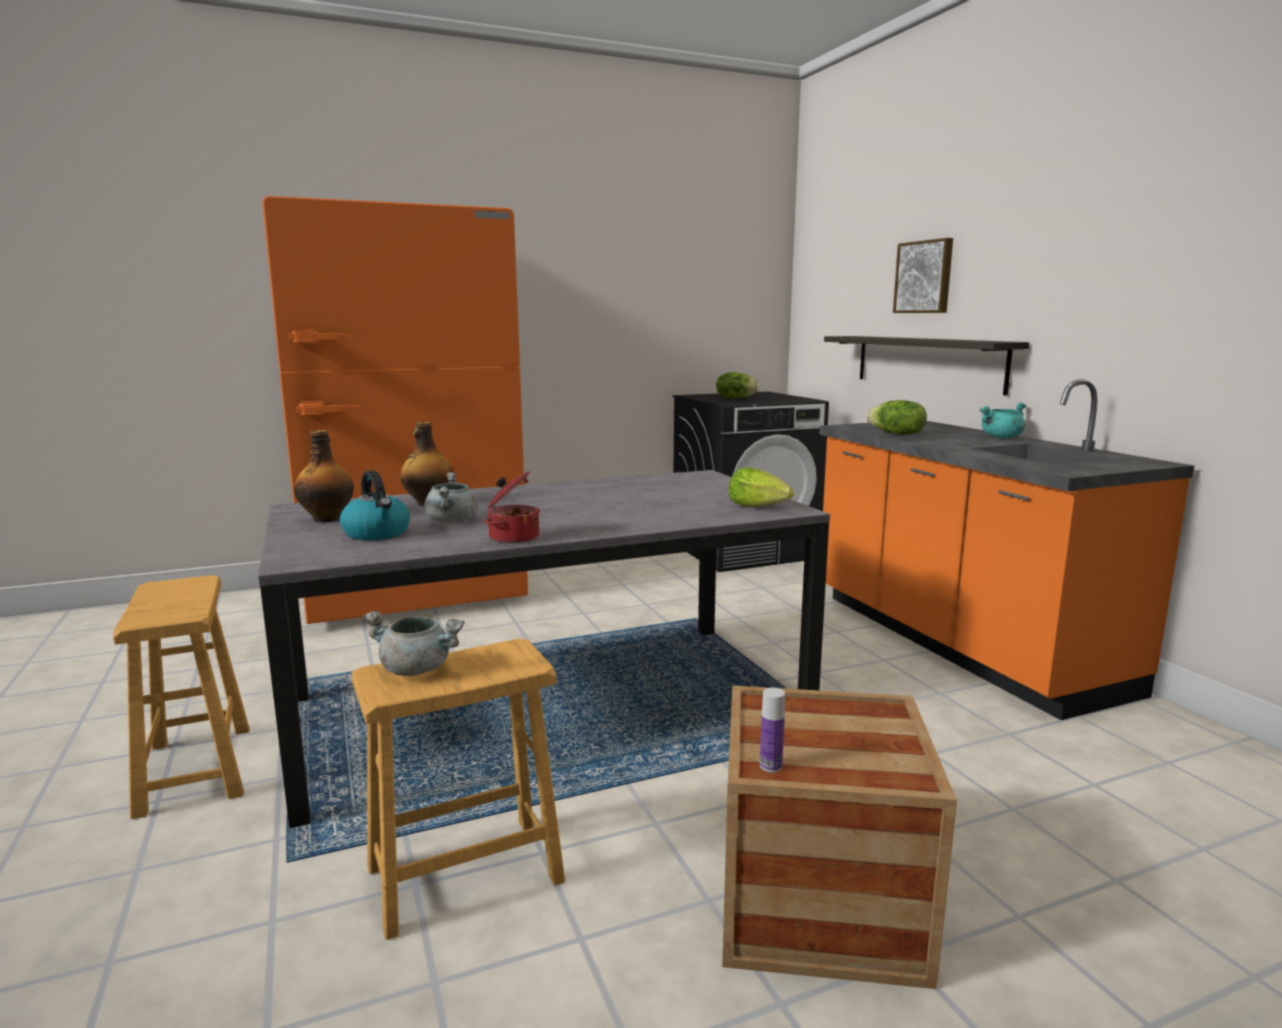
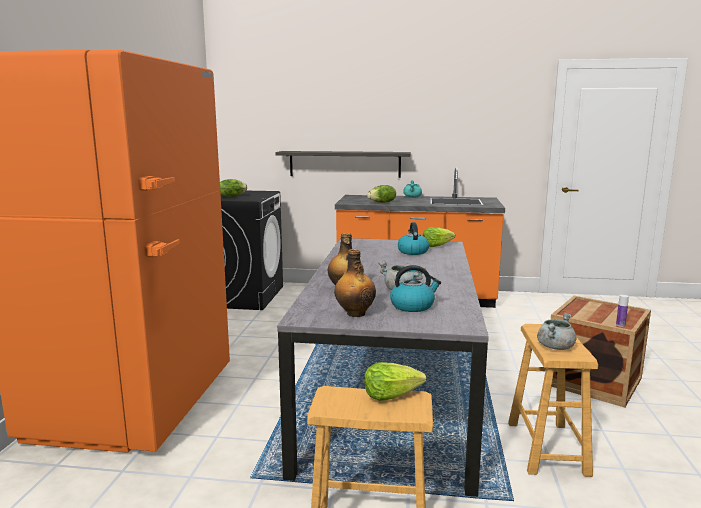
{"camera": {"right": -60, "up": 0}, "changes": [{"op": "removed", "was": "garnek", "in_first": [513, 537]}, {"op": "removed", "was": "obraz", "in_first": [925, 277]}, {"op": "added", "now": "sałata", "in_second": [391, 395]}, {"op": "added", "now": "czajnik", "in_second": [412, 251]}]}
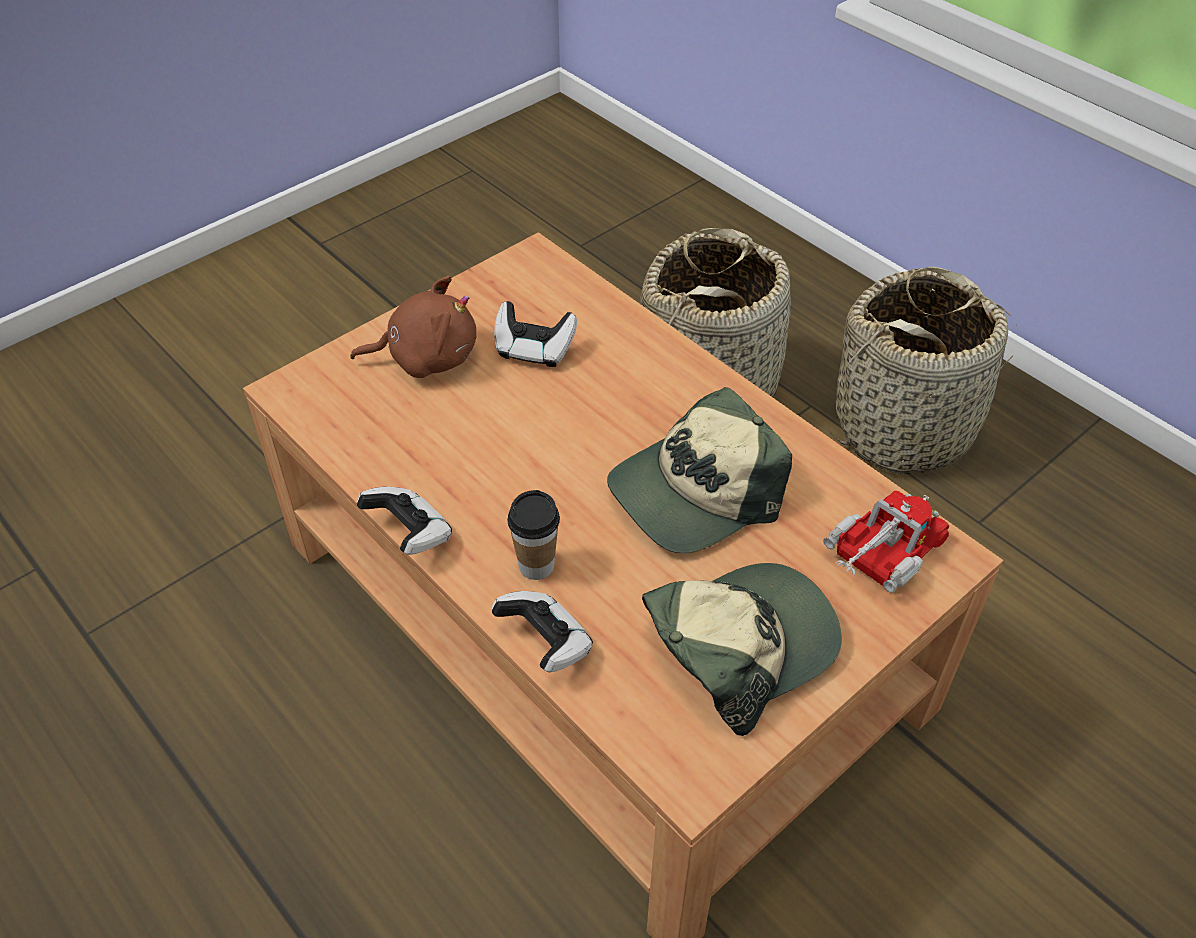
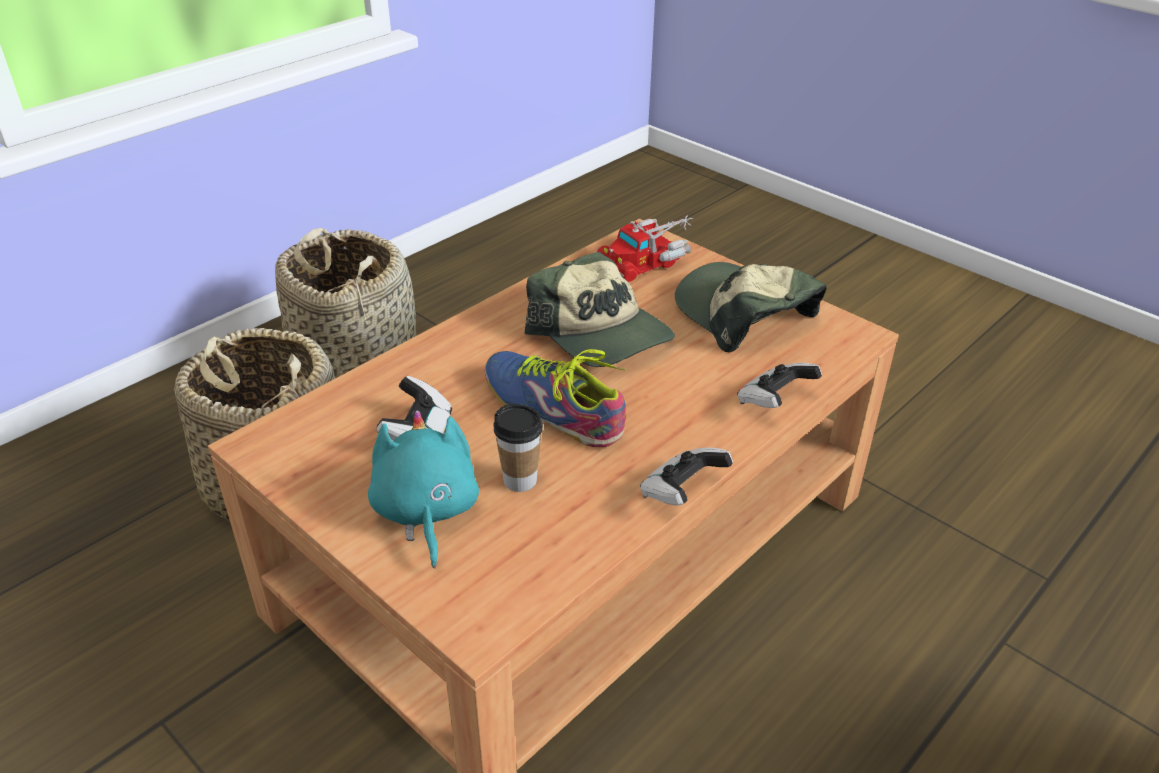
{"camera": {"right": -95, "up": -10}, "changes": [{"op": "added", "now": "but", "in_second": [552, 409]}, {"op": "moved", "was": "filiżanka", "in_first": [536, 566], "in_second": [520, 480]}, {"op": "recoloured", "was": "pluszak [brązowy]", "now": "pluszak [turkusowy]", "in_first": [426, 357], "in_second": [425, 512]}, {"op": "turned", "was": "ciężarówka zabawkowa", "in_first": [879, 557], "in_second": [648, 259], "clockwise": -75}]}
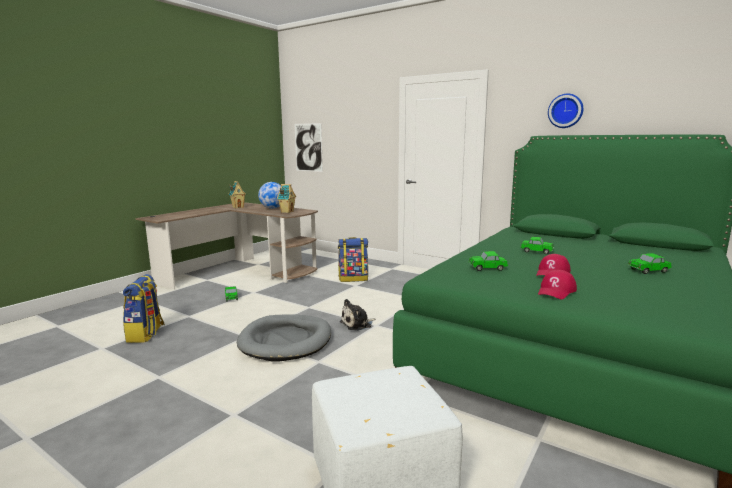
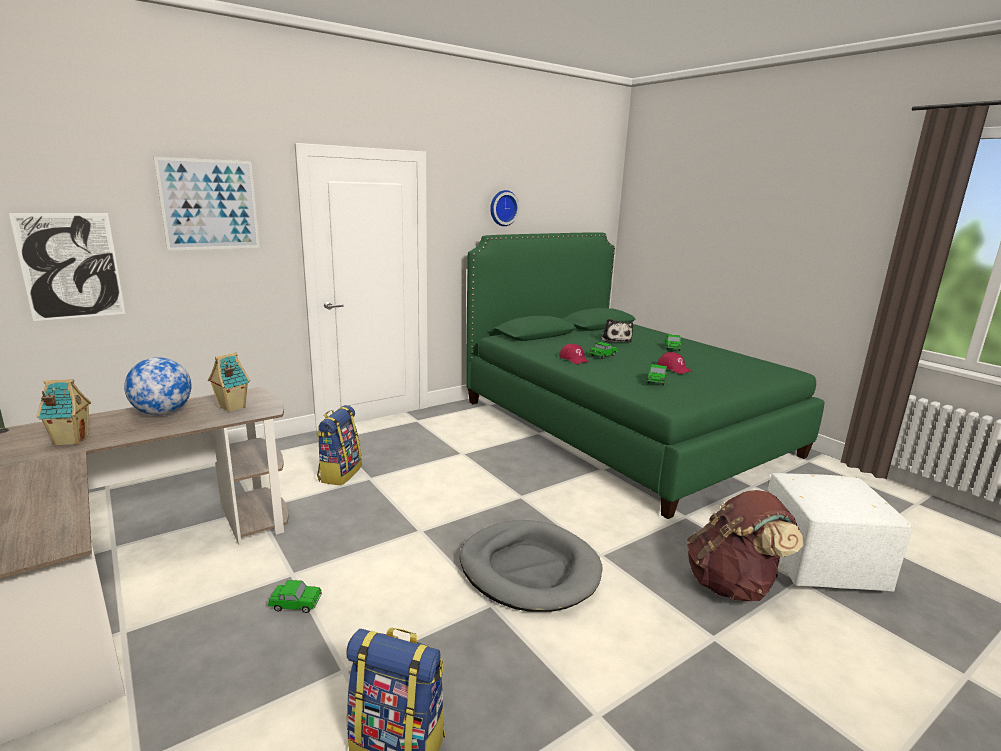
{"camera": {"right": -70, "up": 5}, "changes": [{"op": "added", "now": "obraz", "in_second": [209, 205]}, {"op": "added", "now": "plecak [brązowy]", "in_second": [732, 584]}, {"op": "moved", "was": "pluszak", "in_first": [357, 324], "in_second": [615, 340]}, {"op": "moved", "was": "czapka z daszkiem [czerwony]", "in_first": [556, 291], "in_second": [574, 359]}]}
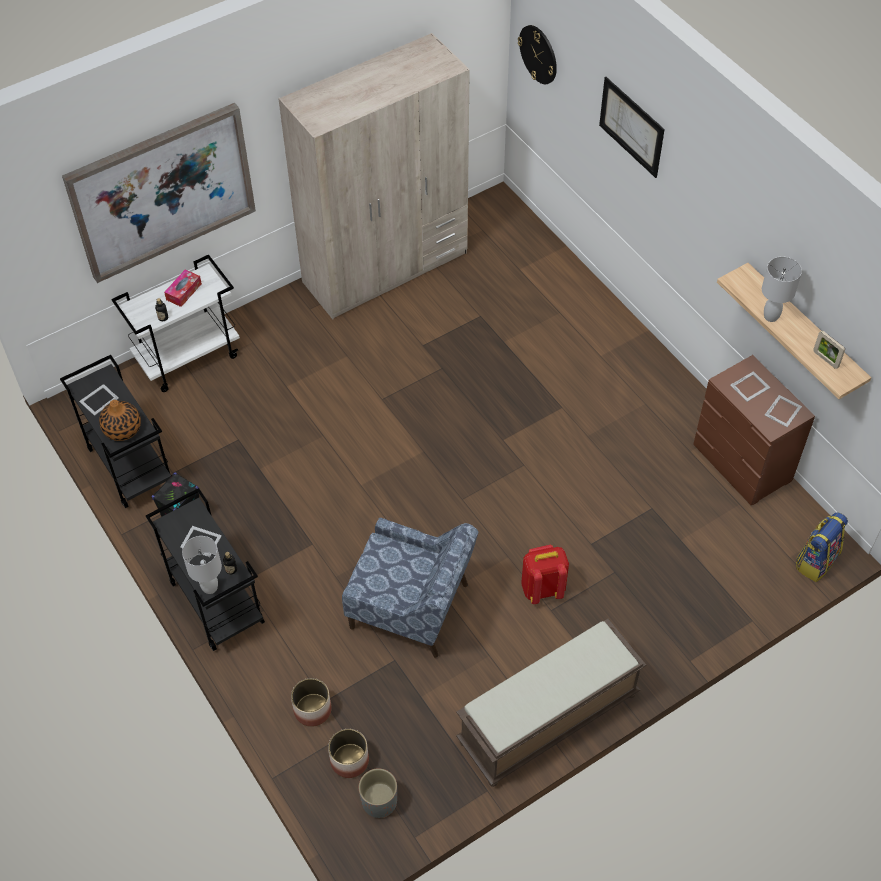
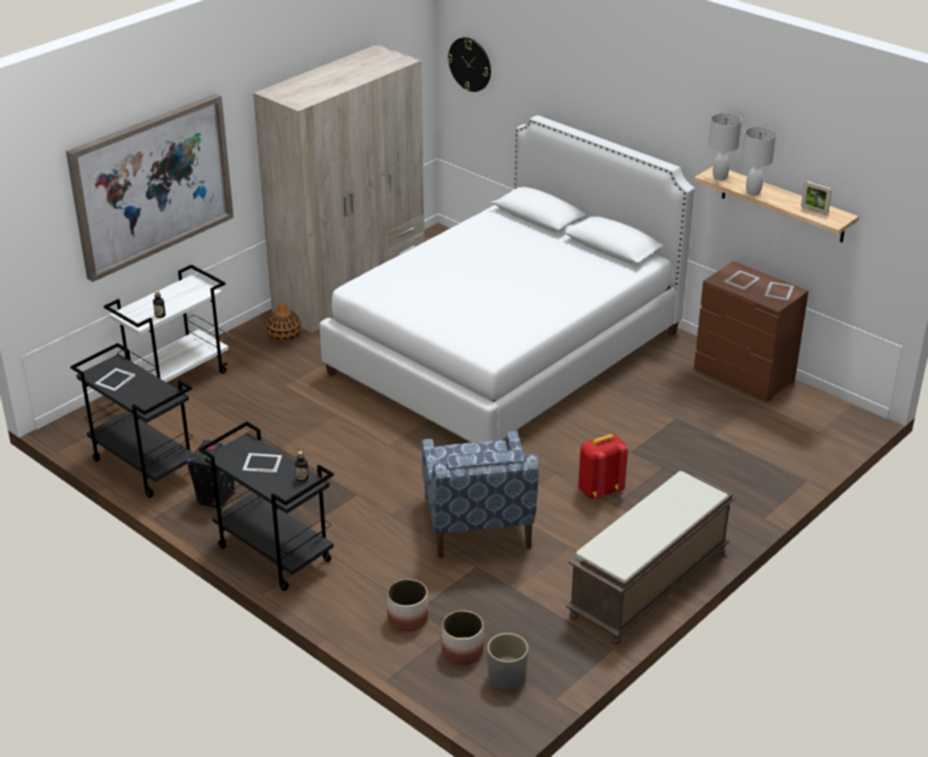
{"camera": {"right": -15, "up": -20}, "changes": [{"op": "removed", "was": "pudełko chusteczek", "in_first": [184, 292]}, {"op": "removed", "was": "obraz", "in_first": [631, 127]}, {"op": "removed", "was": "plecak", "in_first": [816, 561]}, {"op": "added", "now": "łóżko [biały]", "in_second": [505, 353]}, {"op": "moved", "was": "wazon", "in_first": [122, 429], "in_second": [284, 336]}, {"op": "moved", "was": "lampa stołowa [biały]", "in_first": [209, 587], "in_second": [719, 177]}, {"op": "turned", "was": "fotel [niebieski]", "in_first": [411, 607], "in_second": [477, 525], "clockwise": 75}]}
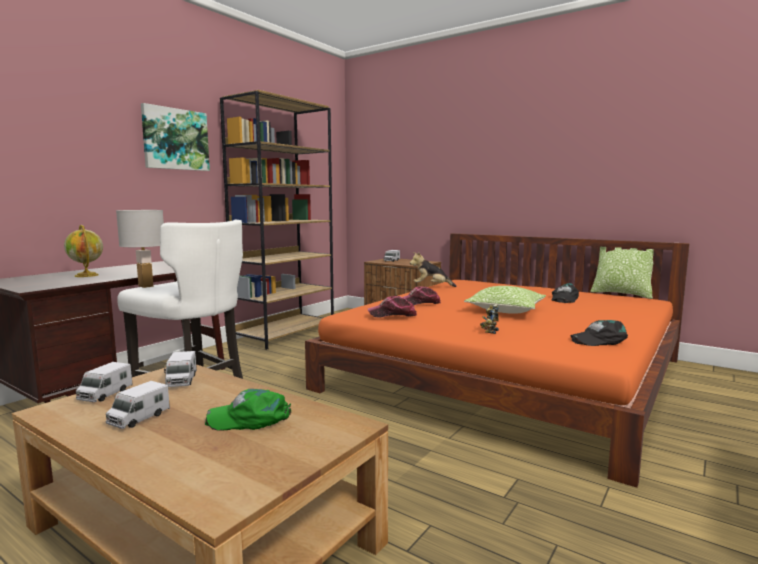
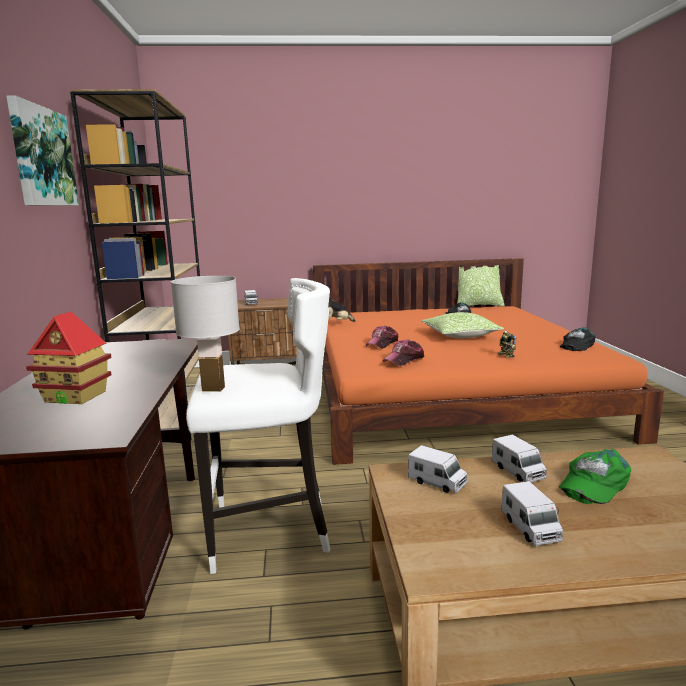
{"camera": {"right": -40, "up": 5}, "changes": [{"op": "moved", "was": "ciężarówka zabawkowa", "in_first": [105, 394], "in_second": [518, 471]}, {"op": "replaced", "was": "globus", "now": "domek", "in_first": [87, 275], "in_second": [76, 396]}]}
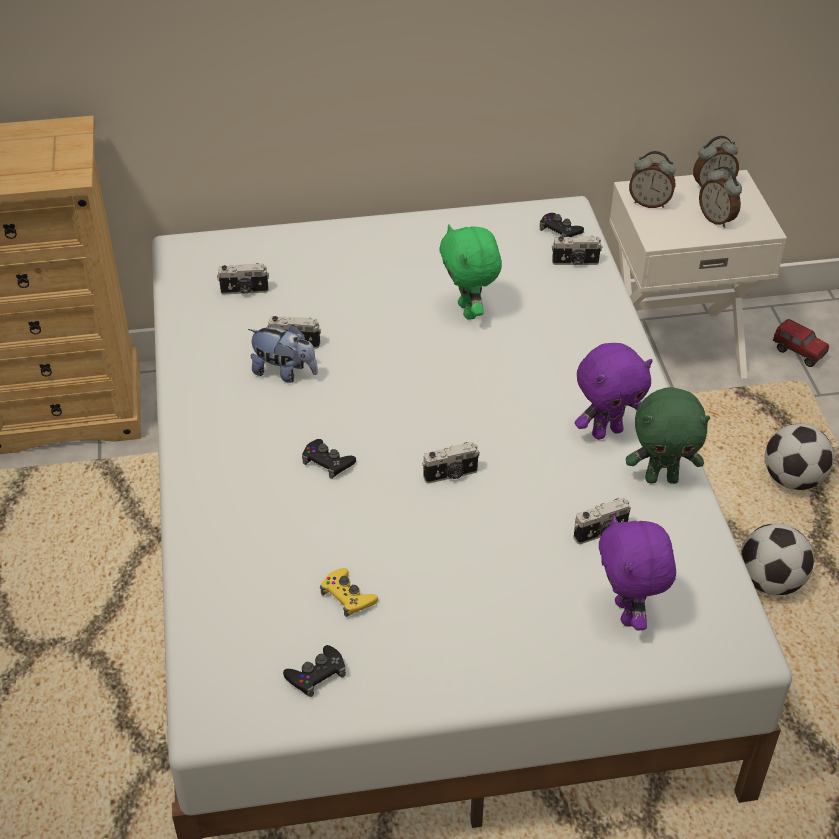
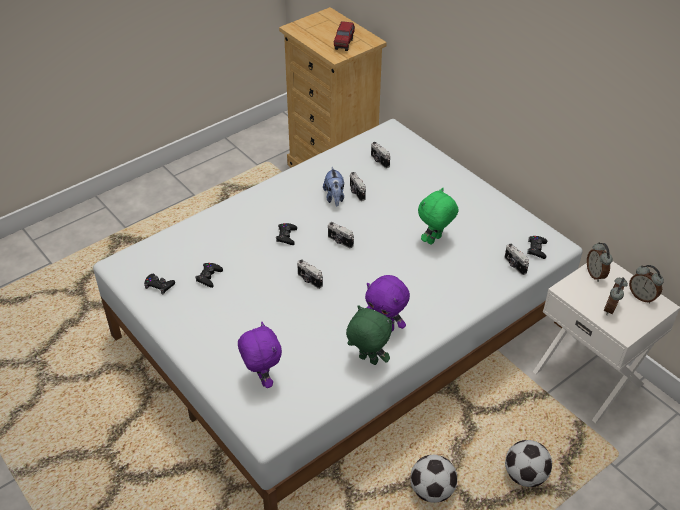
{"camera": {"right": 60, "up": 0}, "changes": [{"op": "moved", "was": "aparat fotograficzny", "in_first": [601, 533], "in_second": [340, 241]}, {"op": "moved", "was": "ciężarówka zabawkowa", "in_first": [798, 353], "in_second": [344, 44]}, {"op": "recoloured", "was": "pad do gier [żółty]", "now": "pad do gier [czarny]", "in_first": [348, 596], "in_second": [209, 277]}, {"op": "turned", "was": "pluszak [fioletowy]", "in_first": [628, 613], "in_second": [261, 379], "clockwise": 105}, {"op": "turned", "was": "pluszak [zielony]", "in_first": [662, 478], "in_second": [367, 360], "clockwise": 150}]}
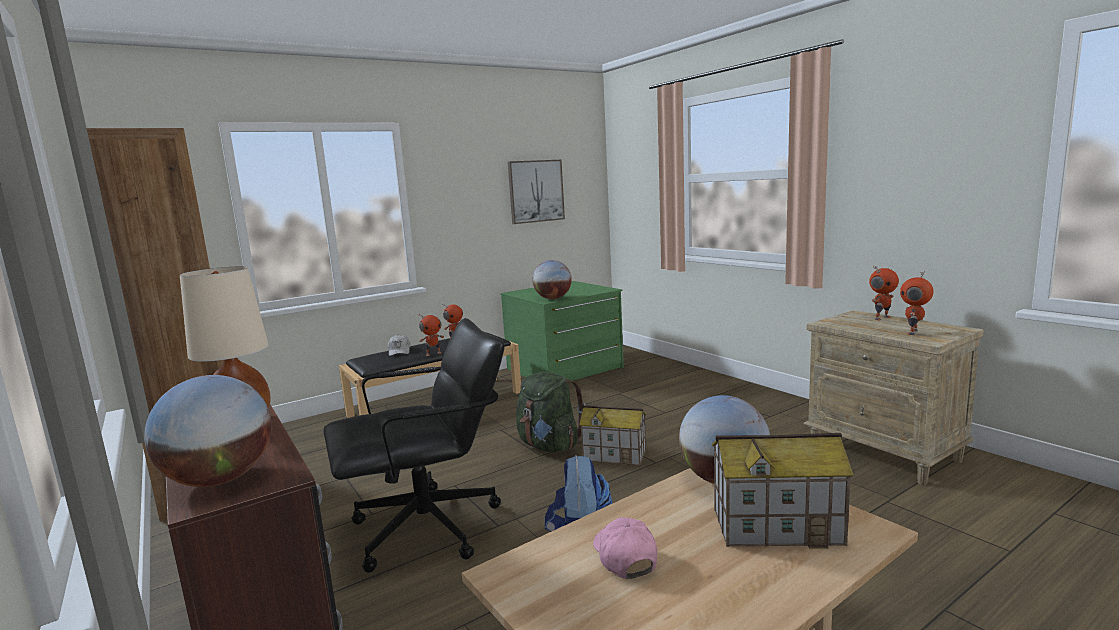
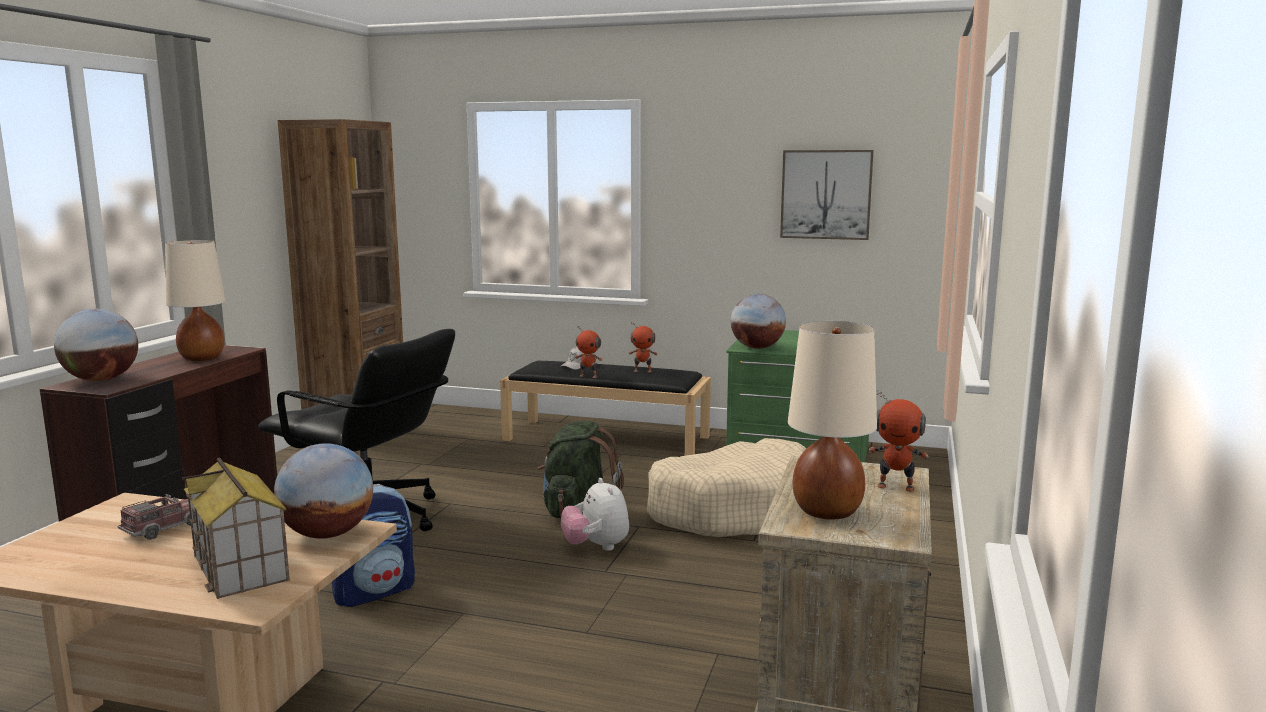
{"camera": {"right": 50, "up": 0}, "changes": [{"op": "added", "now": "legowisko [beżowy]", "in_second": [733, 509]}, {"op": "replaced", "was": "domek", "now": "pluszak", "in_first": [615, 455], "in_second": [596, 547]}, {"op": "replaced", "was": "czapka z daszkiem [różowy]", "now": "ciężarówka zabawkowa", "in_first": [624, 556], "in_second": [164, 528]}, {"op": "replaced", "was": "robot zabawkowy", "now": "lampa stołowa [beżowy]", "in_first": [914, 332], "in_second": [826, 512]}]}
